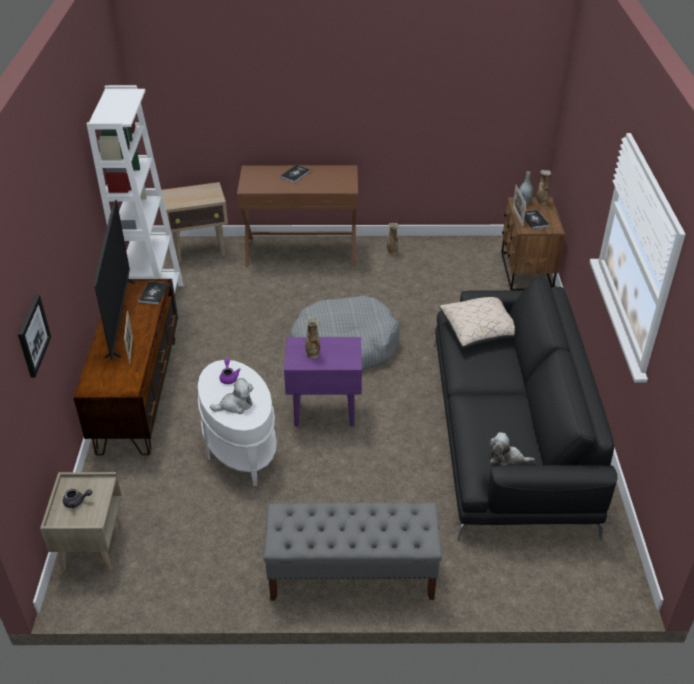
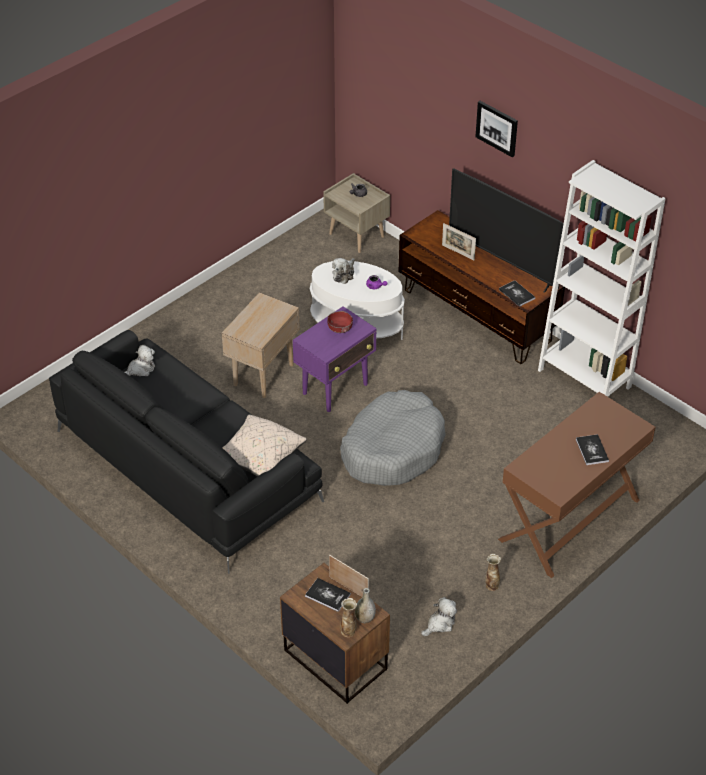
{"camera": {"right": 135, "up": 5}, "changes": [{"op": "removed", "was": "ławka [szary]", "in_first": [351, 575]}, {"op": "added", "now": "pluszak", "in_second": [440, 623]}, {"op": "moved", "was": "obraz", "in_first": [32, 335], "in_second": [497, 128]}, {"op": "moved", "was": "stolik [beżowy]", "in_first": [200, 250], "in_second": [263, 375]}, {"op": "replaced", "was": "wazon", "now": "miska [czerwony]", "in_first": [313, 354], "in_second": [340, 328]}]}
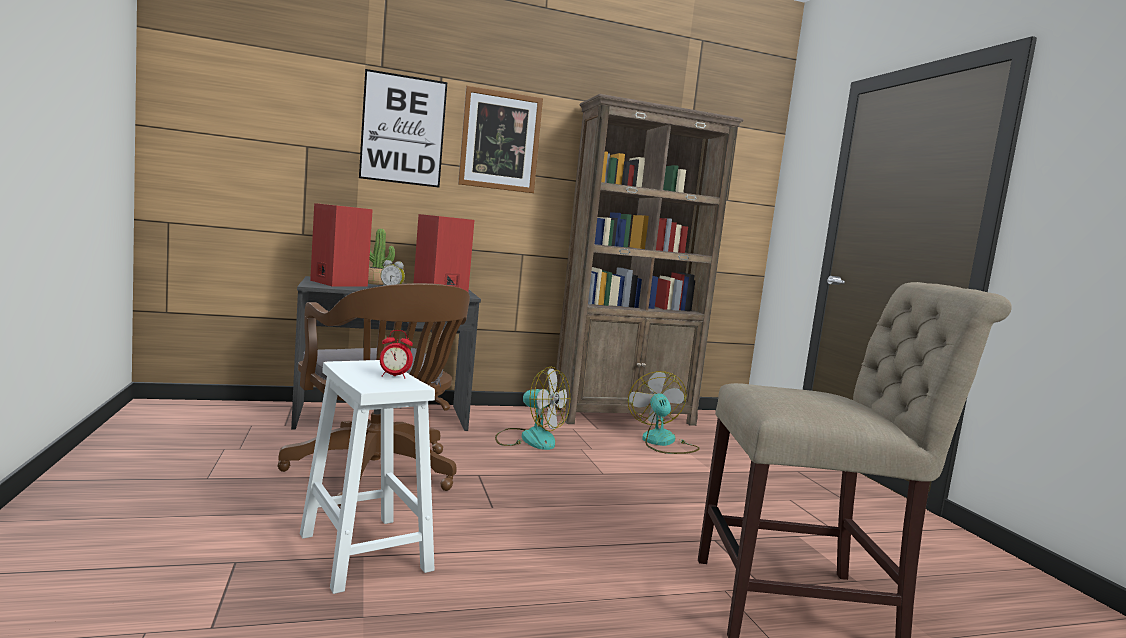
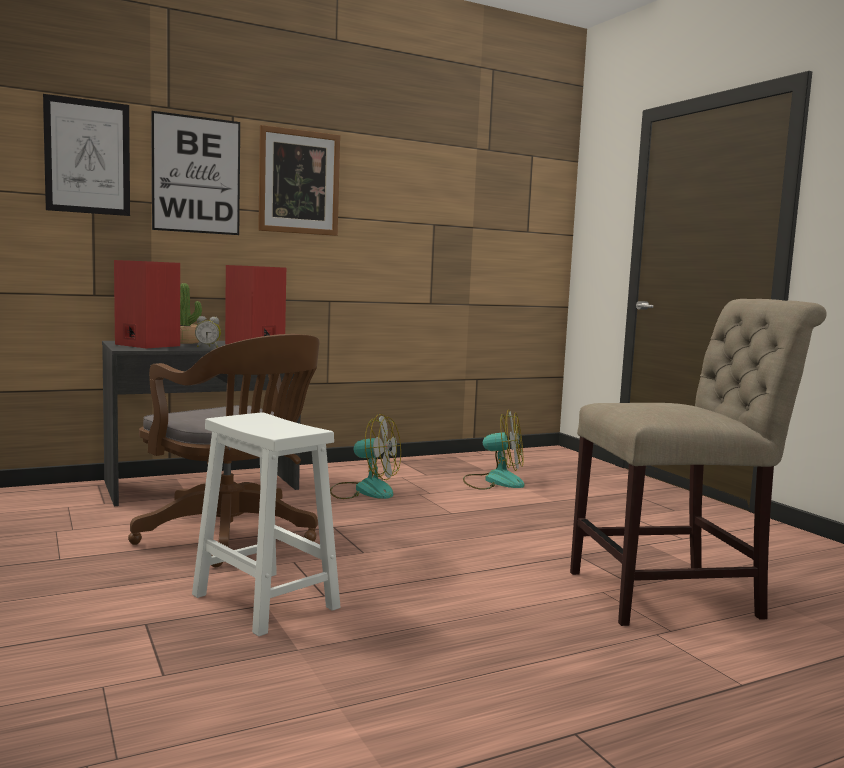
{"camera": {"right": -10, "up": 0}, "changes": [{"op": "removed", "was": "budzik", "in_first": [394, 376]}, {"op": "removed", "was": "regał [brązowy]", "in_first": [624, 416]}, {"op": "added", "now": "obraz", "in_second": [87, 157]}, {"op": "turned", "was": "wentylator", "in_first": [662, 443], "in_second": [494, 481], "clockwise": 120}]}
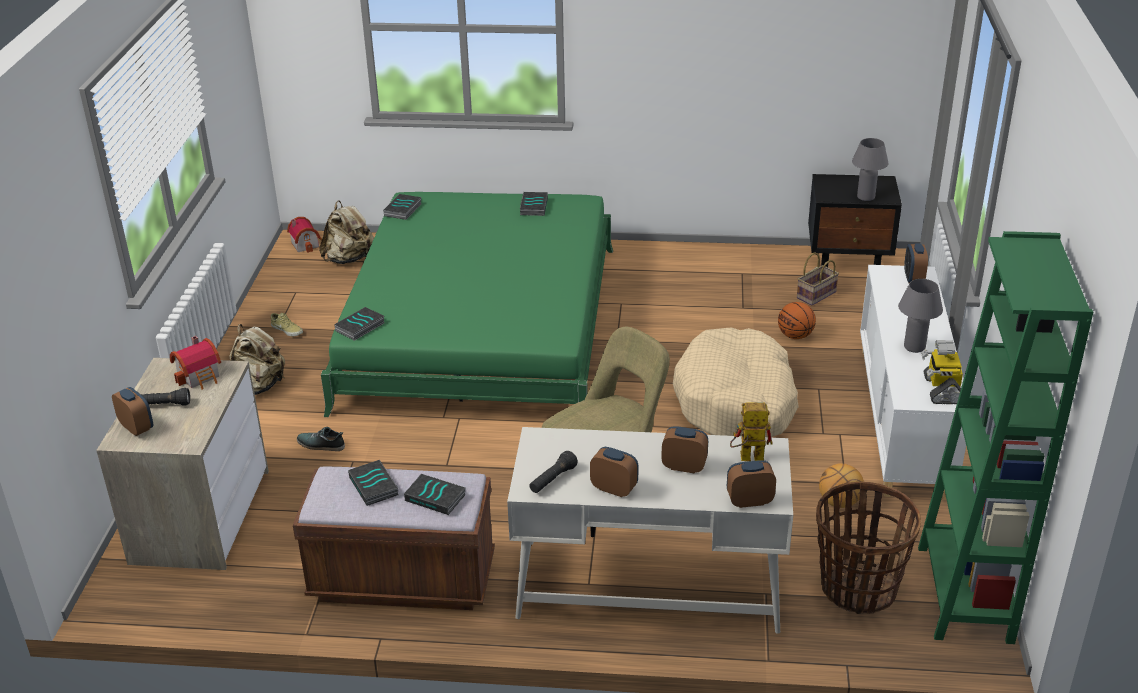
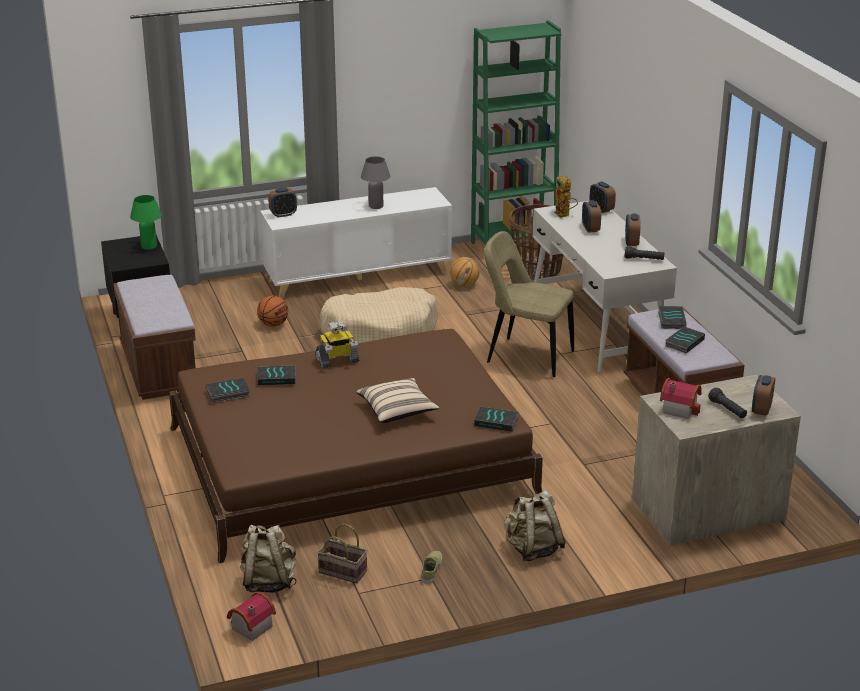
{"camera": {"right": -115, "up": -5}, "changes": [{"op": "removed", "was": "but", "in_first": [321, 445]}, {"op": "added", "now": "ławka [brązowy]", "in_second": [158, 369]}, {"op": "added", "now": "poduszka [beżowy]", "in_second": [397, 411]}, {"op": "moved", "was": "książka", "in_first": [403, 210], "in_second": [277, 378]}, {"op": "moved", "was": "koszyk", "in_first": [816, 295], "in_second": [344, 571]}, {"op": "moved", "was": "robot zabawkowy", "in_first": [941, 389], "in_second": [337, 361]}, {"op": "recoloured", "was": "łóżko [zielony]", "now": "łóżko [brązowy]", "in_first": [481, 326], "in_second": [350, 462]}, {"op": "recoloured", "was": "lampa stołowa [szary]", "now": "lampa stołowa [zielony]", "in_first": [866, 197], "in_second": [149, 247]}]}
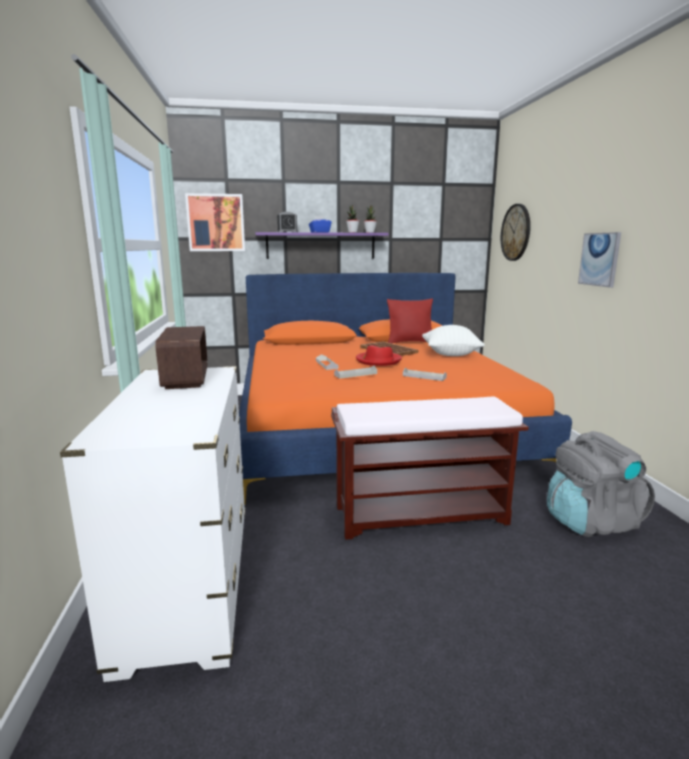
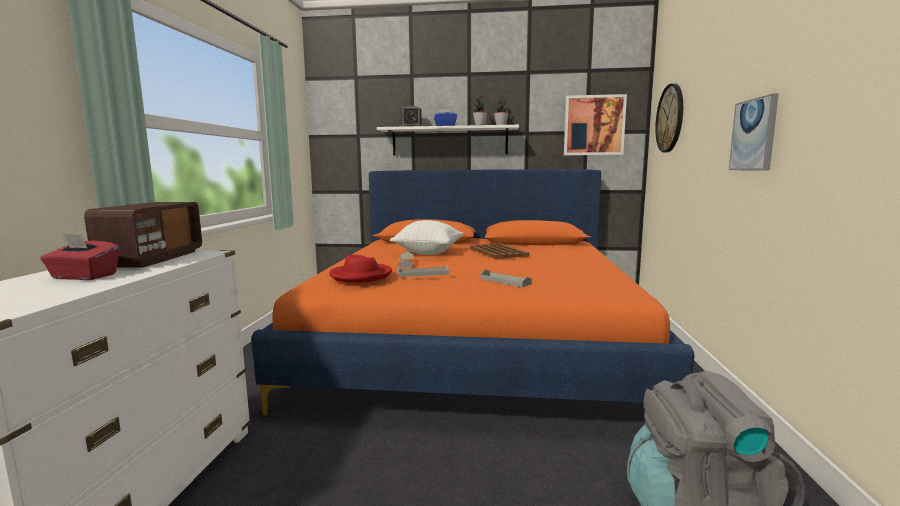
{"camera": {"right": 15, "up": -5}, "changes": [{"op": "removed", "was": "ławka [brązowy]", "in_first": [422, 514]}, {"op": "removed", "was": "poduszka [czerwony]", "in_first": [410, 342]}, {"op": "added", "now": "pudełko chusteczek [czerwony]", "in_second": [84, 277]}, {"op": "moved", "was": "obraz", "in_first": [216, 223], "in_second": [594, 125]}, {"op": "moved", "was": "kapelusz [czerwony]", "in_first": [378, 361], "in_second": [361, 276]}, {"op": "moved", "was": "poduszka [biały]", "in_first": [450, 354], "in_second": [428, 253]}, {"op": "recoloured", "was": "półka [fioletowy]", "now": "półka [biały]", "in_first": [320, 245], "in_second": [449, 141]}]}
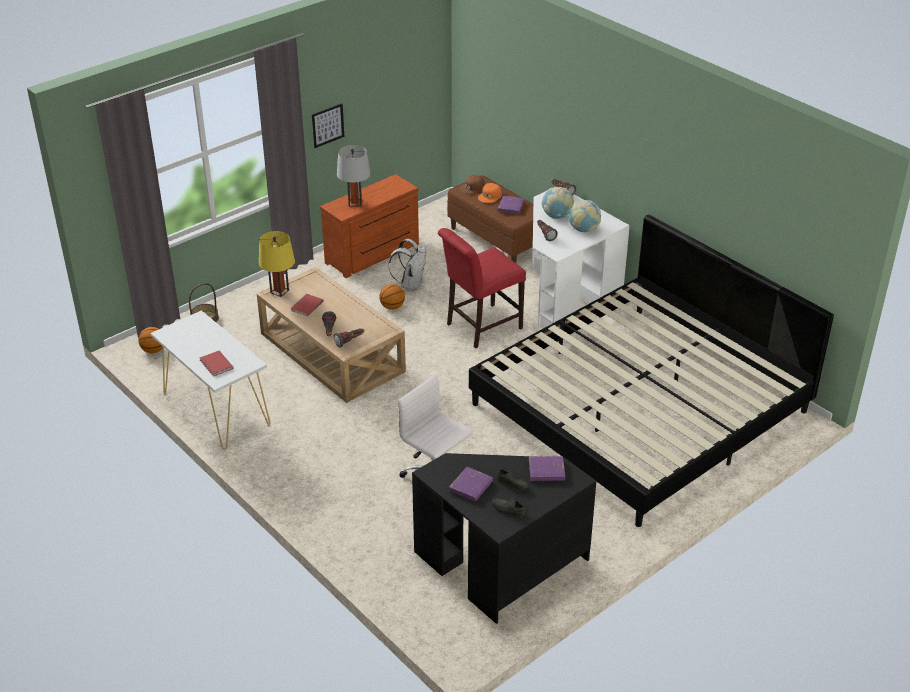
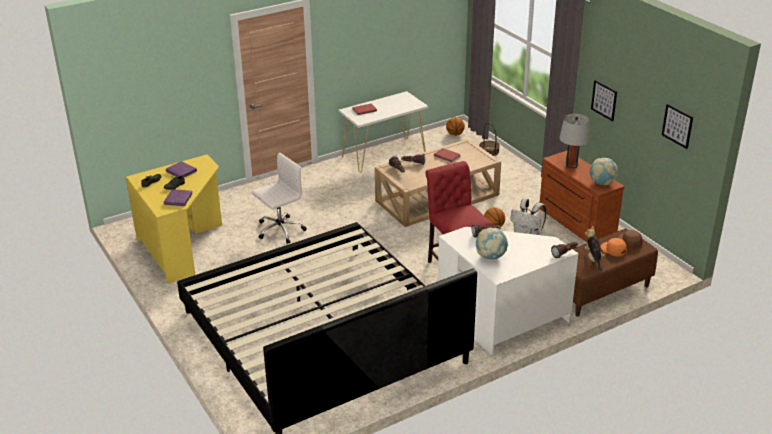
{"camera": {"right": 100, "up": -5}, "changes": [{"op": "removed", "was": "lampa stołowa [żółty]", "in_first": [279, 291]}, {"op": "added", "now": "obraz", "in_second": [677, 126]}, {"op": "moved", "was": "globus", "in_first": [557, 216], "in_second": [602, 183]}, {"op": "replaced", "was": "książka [fioletowy]", "now": "pluszak", "in_first": [511, 207], "in_second": [593, 259]}, {"op": "recoloured", "was": "biurko [czarny]", "now": "biurko [żółty]", "in_first": [501, 566], "in_second": [183, 248]}]}
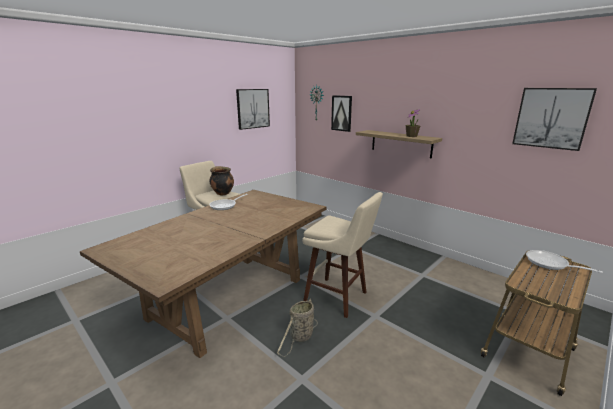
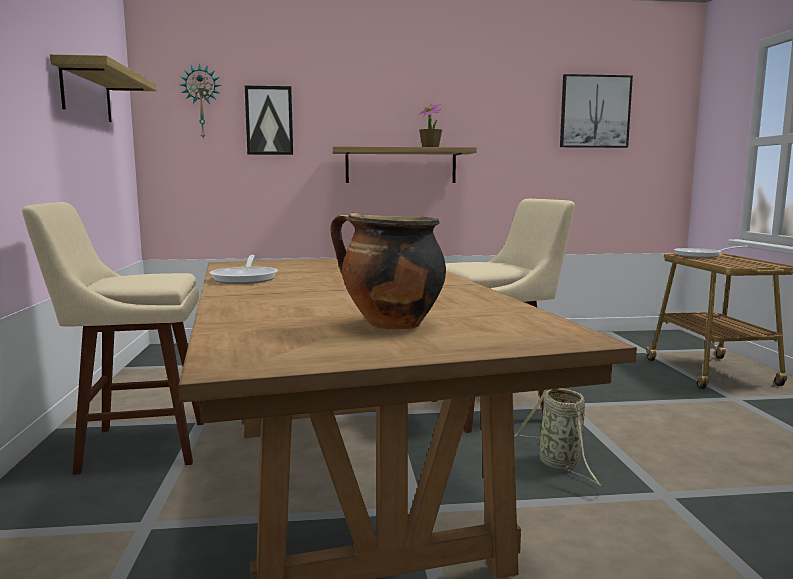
{"camera": {"right": -50, "up": -10}, "changes": [{"op": "moved", "was": "garnek", "in_first": [222, 193], "in_second": [390, 325]}, {"op": "replaced", "was": "obraz", "now": "półka", "in_first": [253, 108], "in_second": [86, 93]}]}
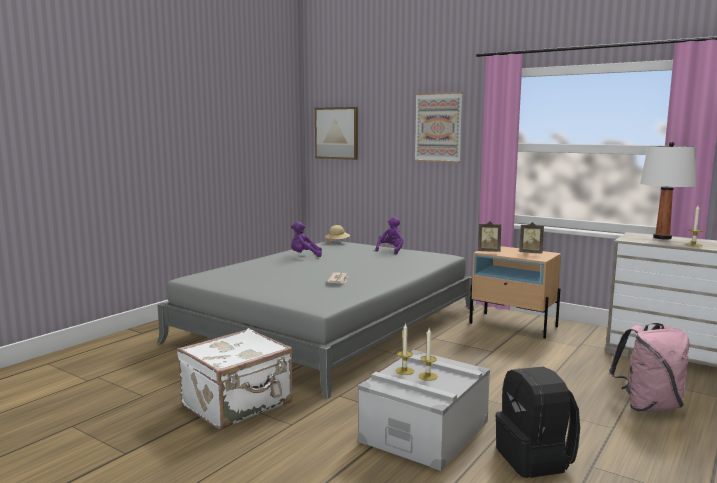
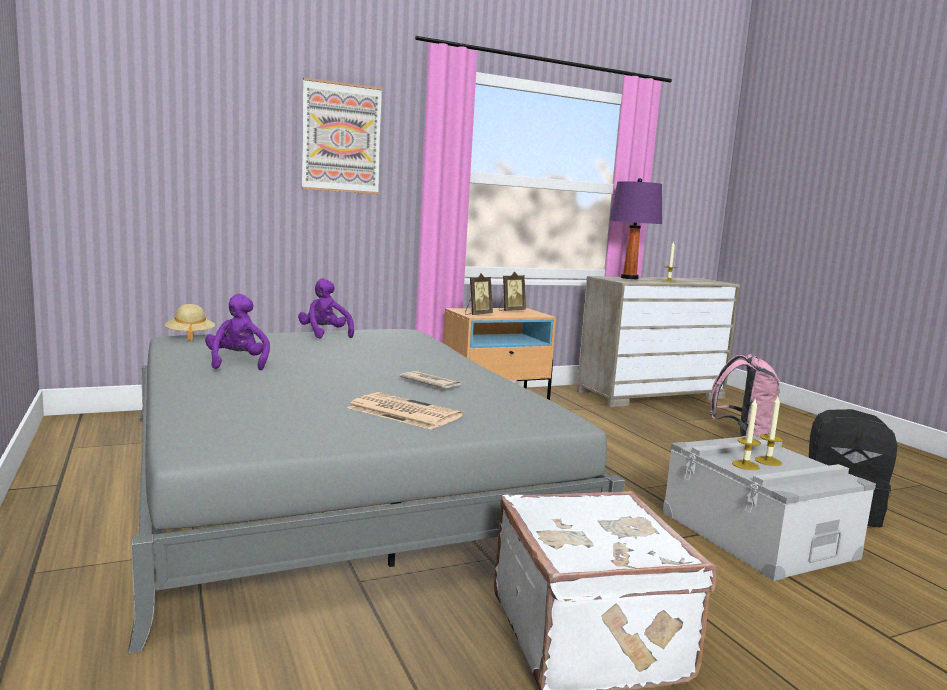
{"camera": {"right": -60, "up": 0}, "changes": [{"op": "removed", "was": "obraz", "in_first": [337, 133]}, {"op": "added", "now": "gazeta", "in_second": [402, 412]}, {"op": "recoloured", "was": "lampa stołowa [biały]", "now": "lampa stołowa [fioletowy]", "in_first": [662, 238], "in_second": [629, 278]}, {"op": "turned", "was": "pluszak [fioletowy]", "in_first": [304, 256], "in_second": [238, 363], "clockwise": 135}]}
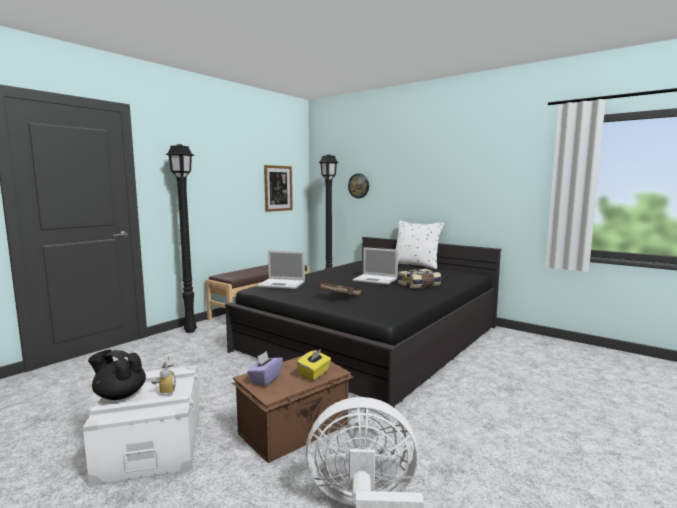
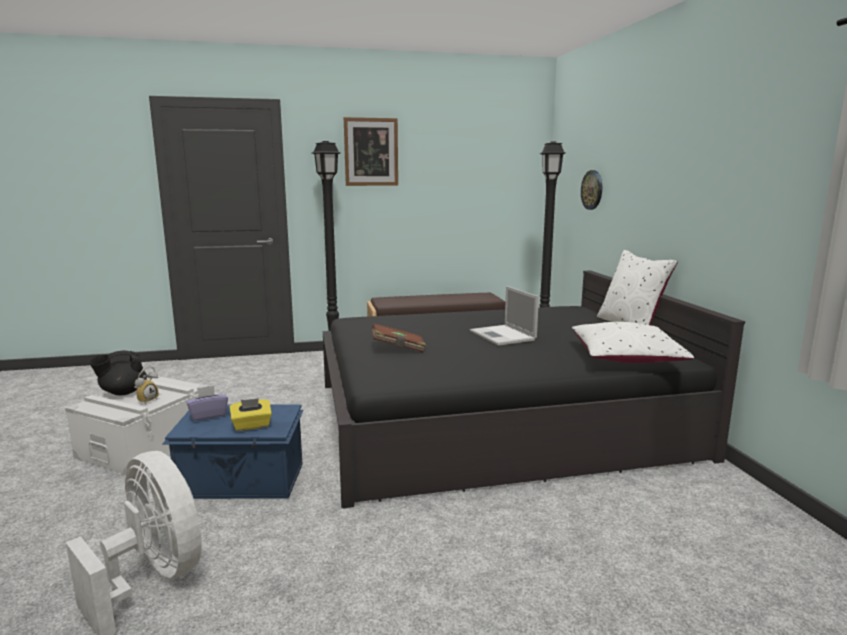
{"camera": {"right": 40, "up": 5}, "changes": [{"op": "removed", "was": "laptop", "in_first": [282, 284]}, {"op": "removed", "was": "książka", "in_first": [419, 285]}, {"op": "added", "now": "poduszka [biały]", "in_second": [625, 358]}, {"op": "moved", "was": "obraz", "in_first": [278, 188], "in_second": [371, 152]}, {"op": "recoloured", "was": "pojemnik do przechowywania [brązowy]", "now": "pojemnik do przechowywania [niebieski]", "in_first": [295, 429], "in_second": [242, 481]}, {"op": "turned", "was": "imbryk [czarny]", "in_first": [119, 395], "in_second": [123, 392], "clockwise": -90}]}
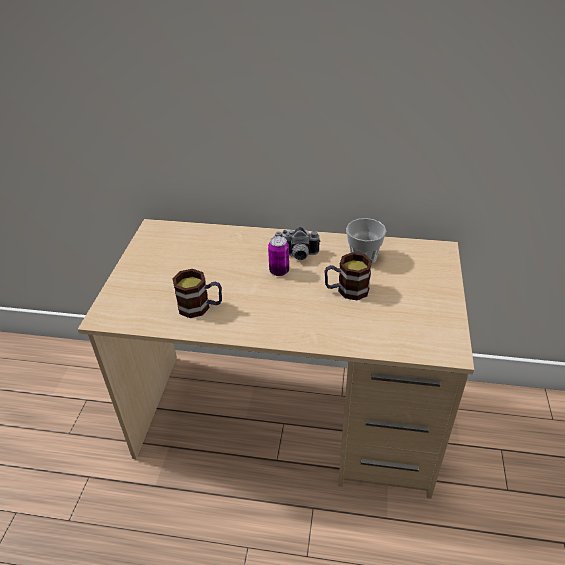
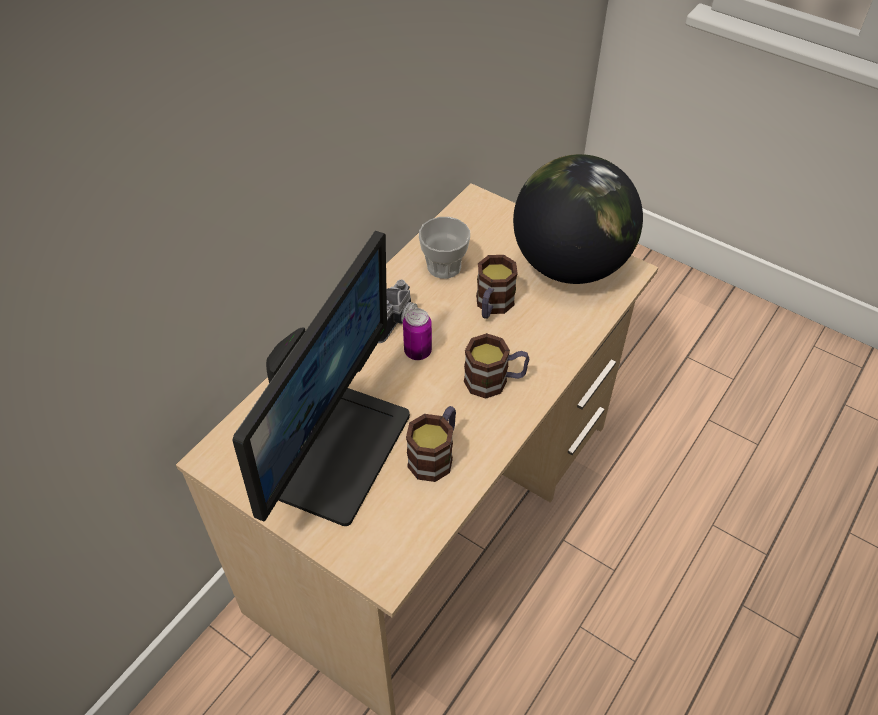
{"camera": {"right": -65, "up": 10}, "changes": [{"op": "added", "now": "monitor", "in_second": [336, 449]}, {"op": "added", "now": "kubek", "in_second": [495, 381]}, {"op": "added", "now": "globus", "in_second": [570, 265]}]}
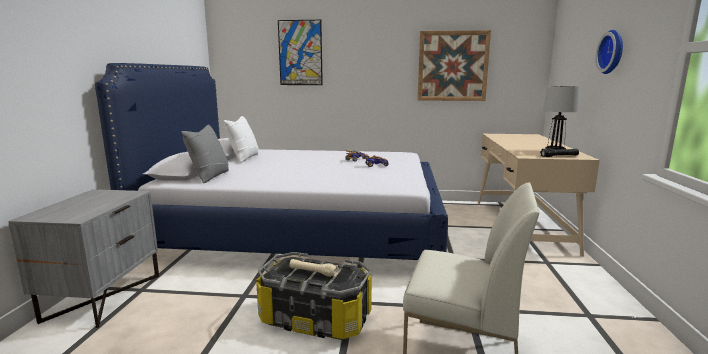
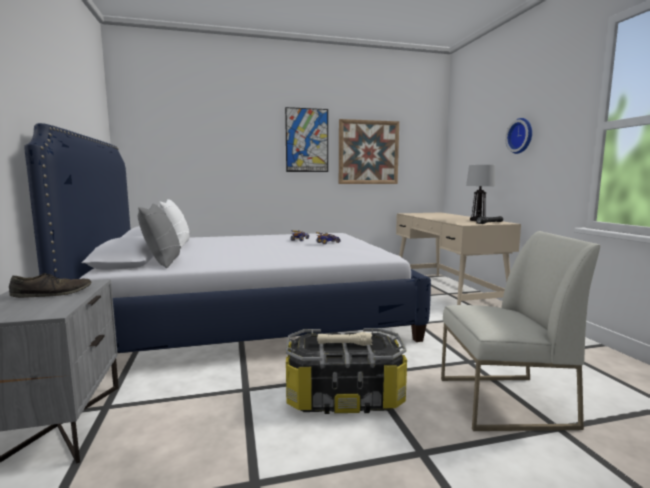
{"camera": {"right": -20, "up": -5}, "changes": [{"op": "added", "now": "but [brązowy]", "in_second": [52, 293]}, {"op": "moved", "was": "obraz", "in_first": [300, 53], "in_second": [307, 140]}]}
